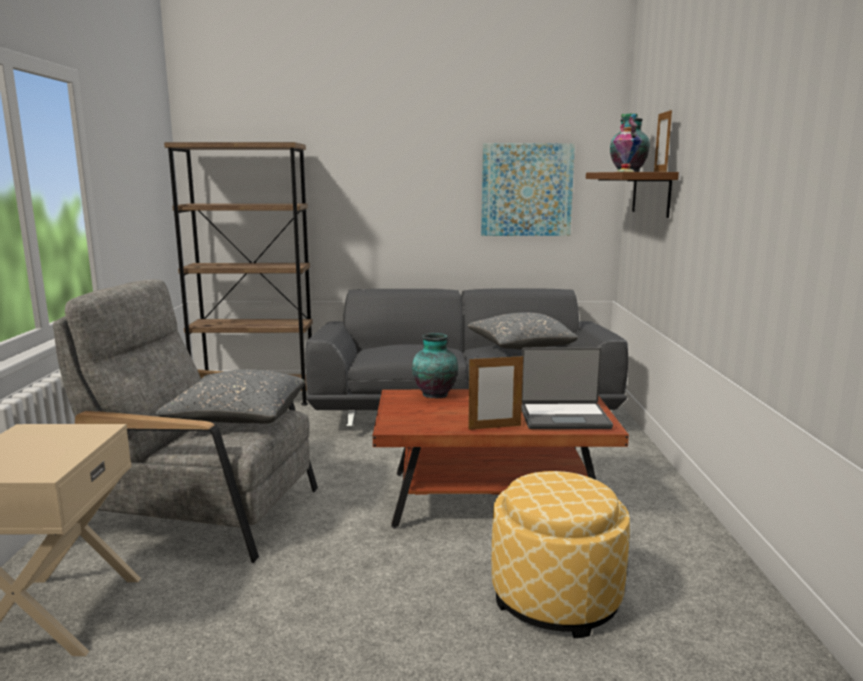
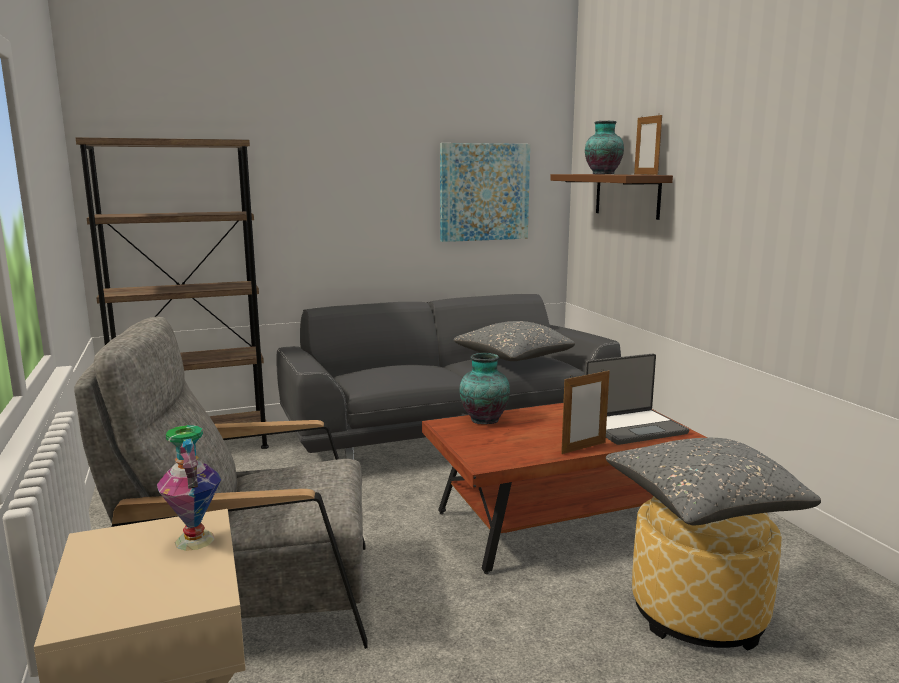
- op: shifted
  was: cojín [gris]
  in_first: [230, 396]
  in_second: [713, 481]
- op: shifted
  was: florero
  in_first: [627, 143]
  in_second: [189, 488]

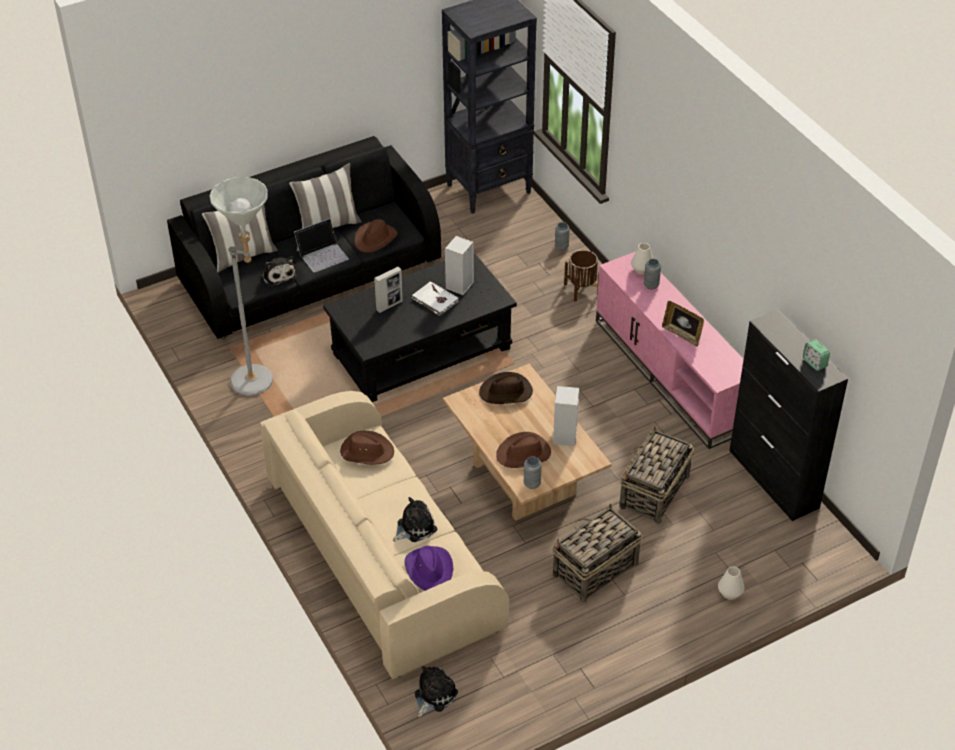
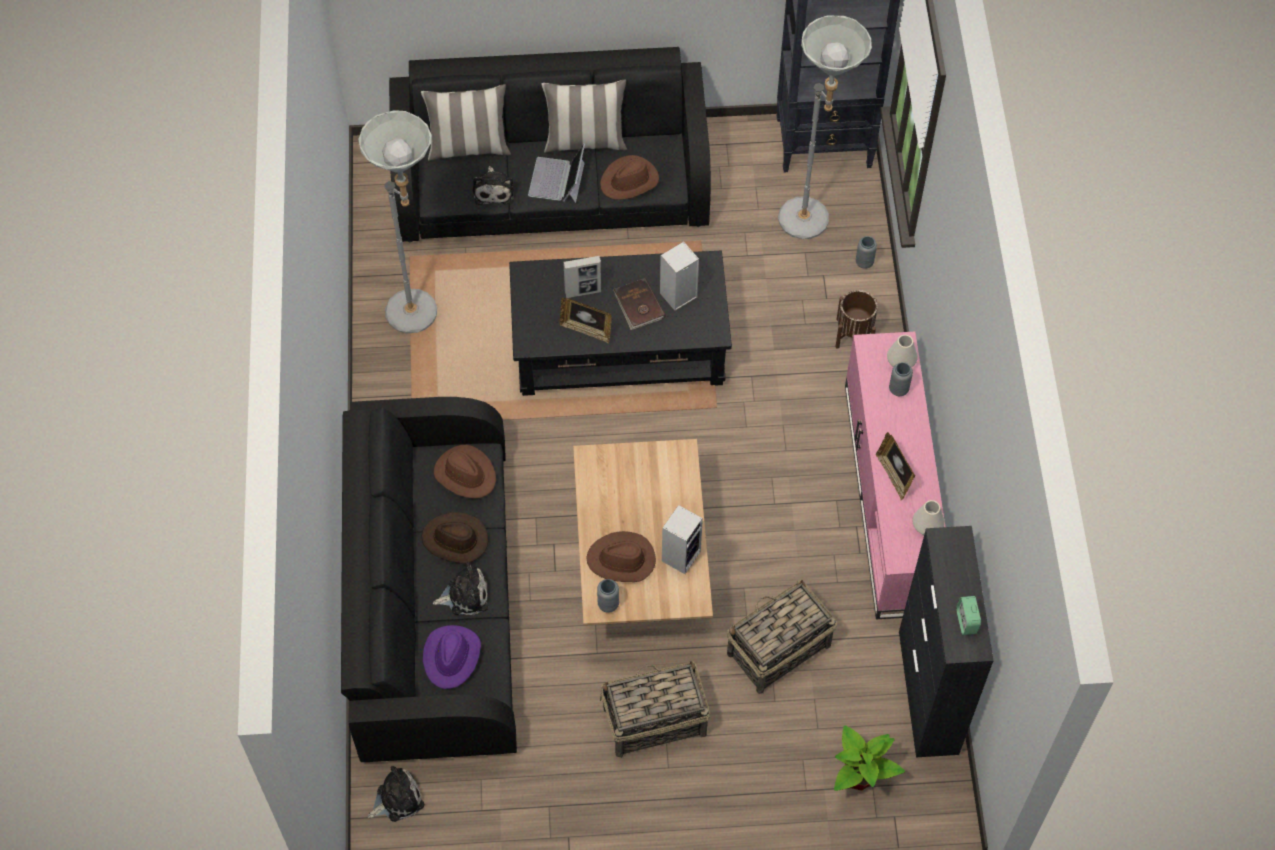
- op: new
  now: portarretratos
  in_second: [585, 321]
- op: new
  now: lámpara de pie [gris]
  in_second: [825, 127]
- op: new
  now: planta en maceta
  in_second: [869, 758]
- op: shifted
  was: sombrero [marrón]
  in_first: [506, 388]
  in_second: [455, 538]
- op: shifted
  was: florero [blanco]
  in_first: [731, 583]
  in_second: [929, 517]
- op: repainted
  was: sofá [beis]
  now: sofá [negro]
  in_first: [384, 535]
  in_second: [429, 579]
- op: repainted
  was: libro [blanco]
  now: libro [marrón]
  in_first: [435, 298]
  in_second: [639, 304]
- op: rotated
  was: portátil
  in_first: [321, 245]
  in_second: [556, 173]
  clockwise: 105

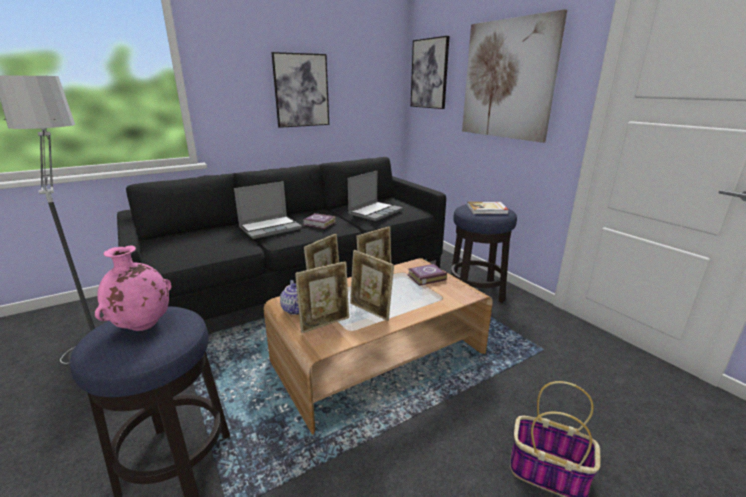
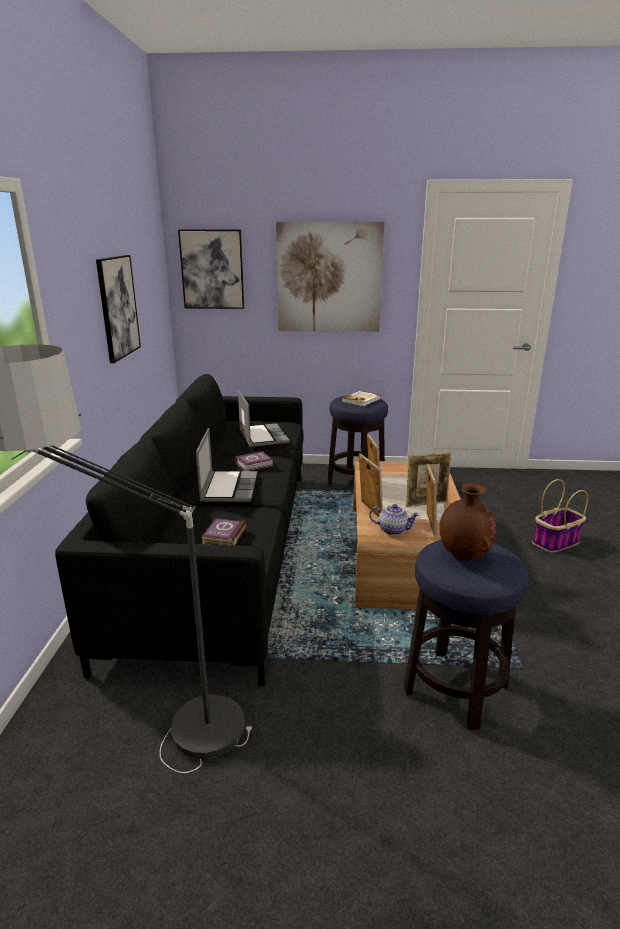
- op: shifted
  was: libro
  in_first: [427, 275]
  in_second: [223, 531]
- op: repainted
  was: florero [rosa]
  now: florero [marrón]
  in_first: [133, 288]
  in_second: [468, 522]

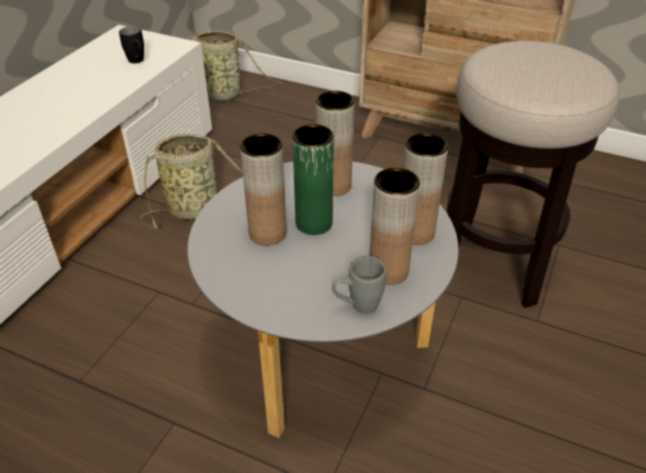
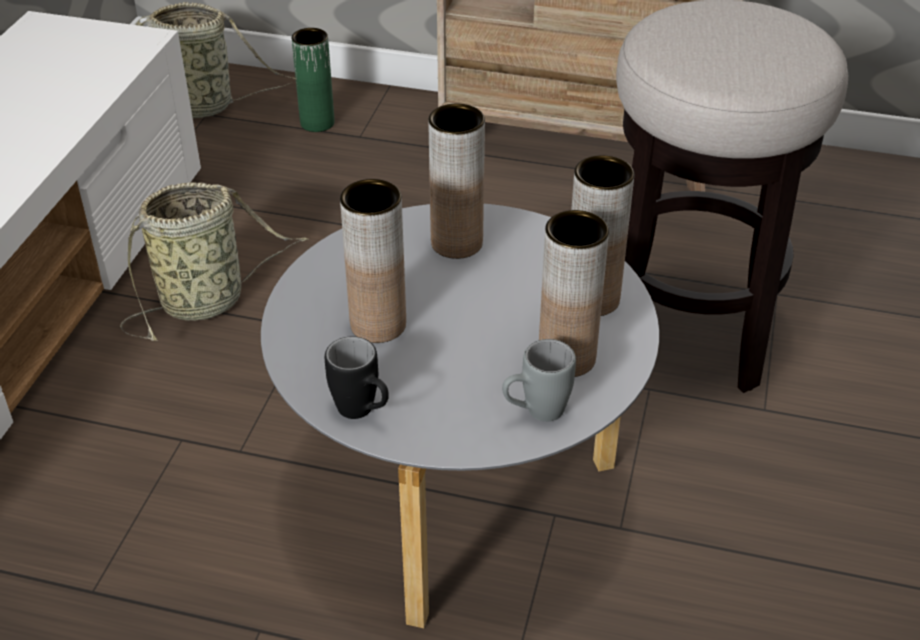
- op: shifted
  was: taza grande [negro]
  in_first: [131, 44]
  in_second: [357, 377]
- op: shifted
  was: florero [verde]
  in_first: [313, 179]
  in_second: [313, 80]

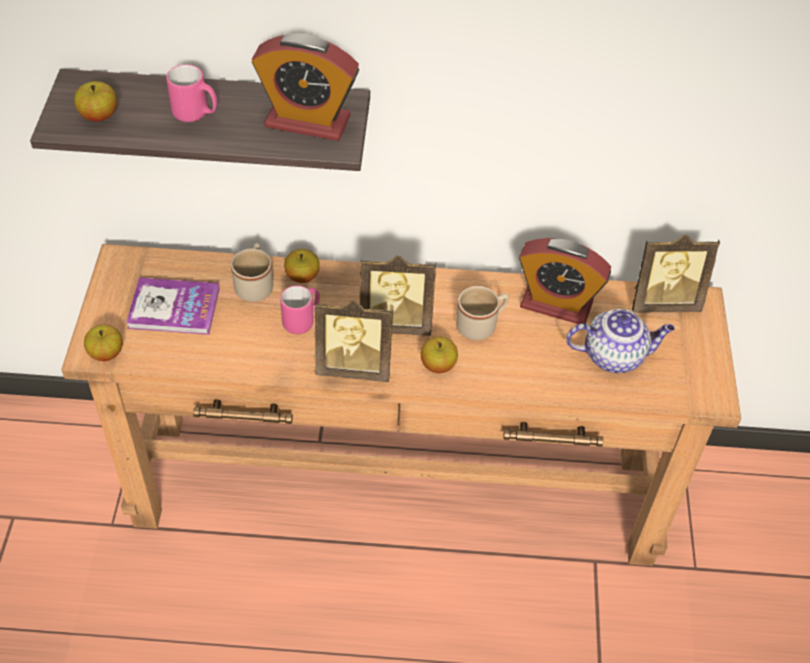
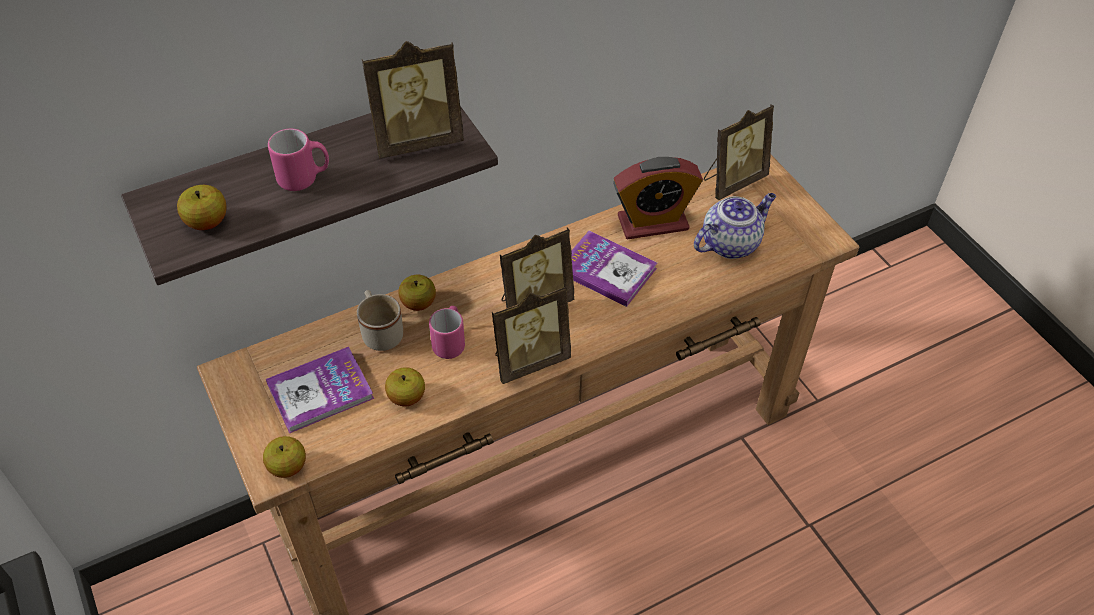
- op: shifted
  was: manzana
  in_first: [439, 355]
  in_second: [405, 386]
- op: swapped
  was: despertador
  now: portarretratos
  in_first: [305, 87]
  in_second: [413, 100]
- op: swapped
  was: taza grande [beis]
  now: libro
  in_first: [482, 313]
  in_second: [614, 269]

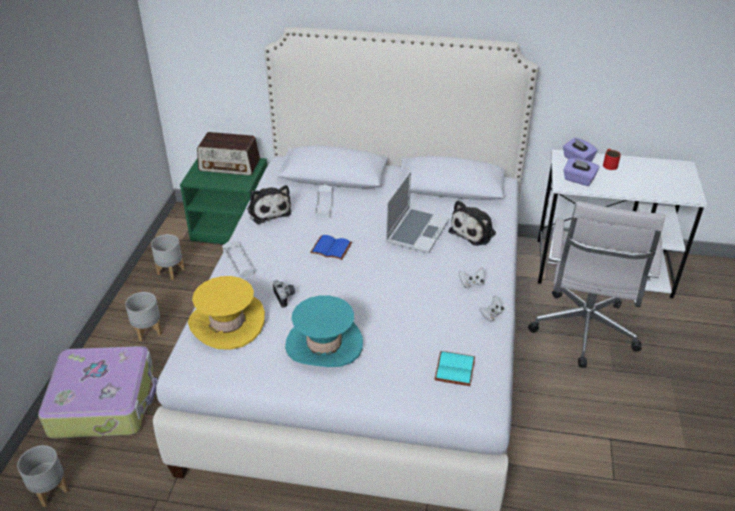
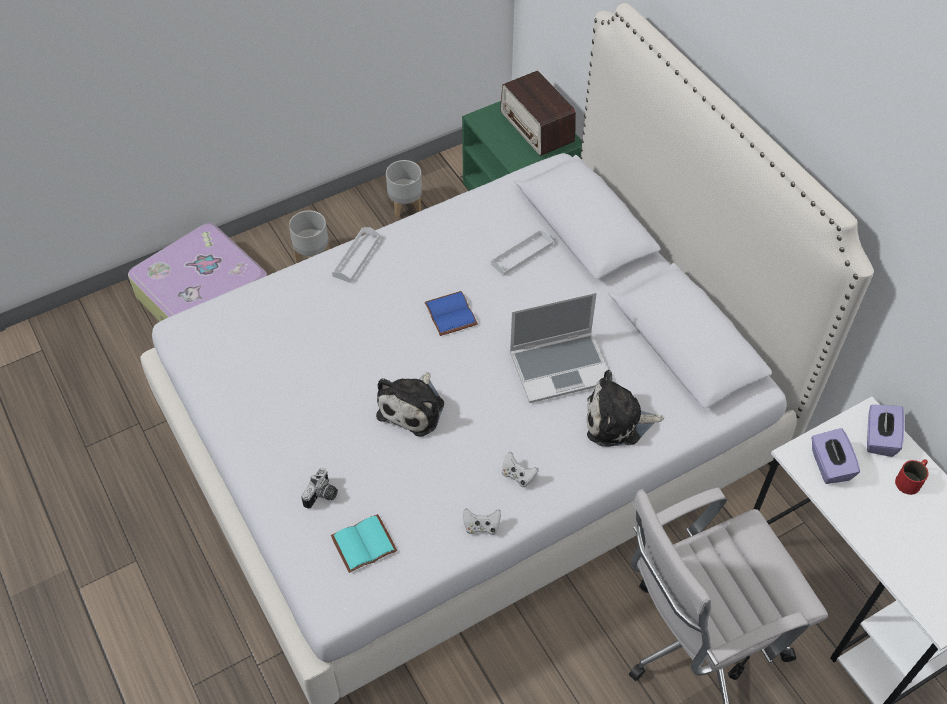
- op: gone
  was: maceta [gris]
  in_first: [43, 476]
- op: gone
  was: sombrero [amarillo]
  in_first: [226, 313]
- op: gone
  was: sombrero [turquesa]
  in_first: [324, 331]
- op: shifted
  was: peluche
  in_first: [269, 204]
  in_second: [410, 404]
- op: shifted
  was: cámara
  in_first: [284, 294]
  in_second: [319, 488]

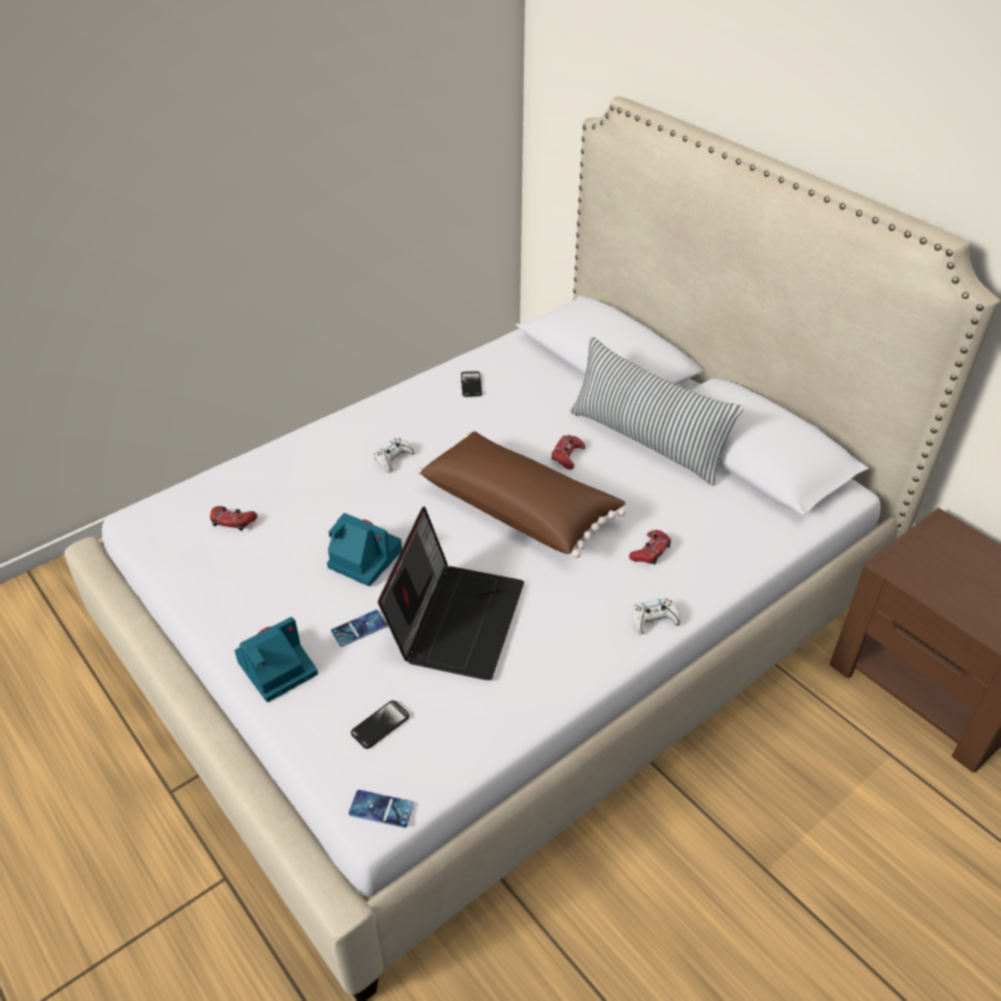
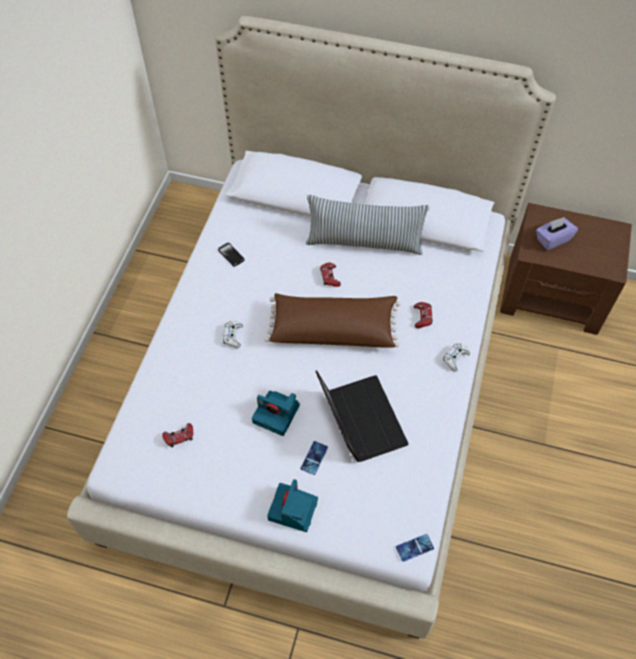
- op: gone
  was: móvil
  in_first: [380, 724]
- op: new
  now: caja de pañuelos [morado]
  in_second: [557, 233]
- op: rotated
  was: cámara
  in_first: [364, 549]
  in_second: [276, 413]
  clockwise: -150

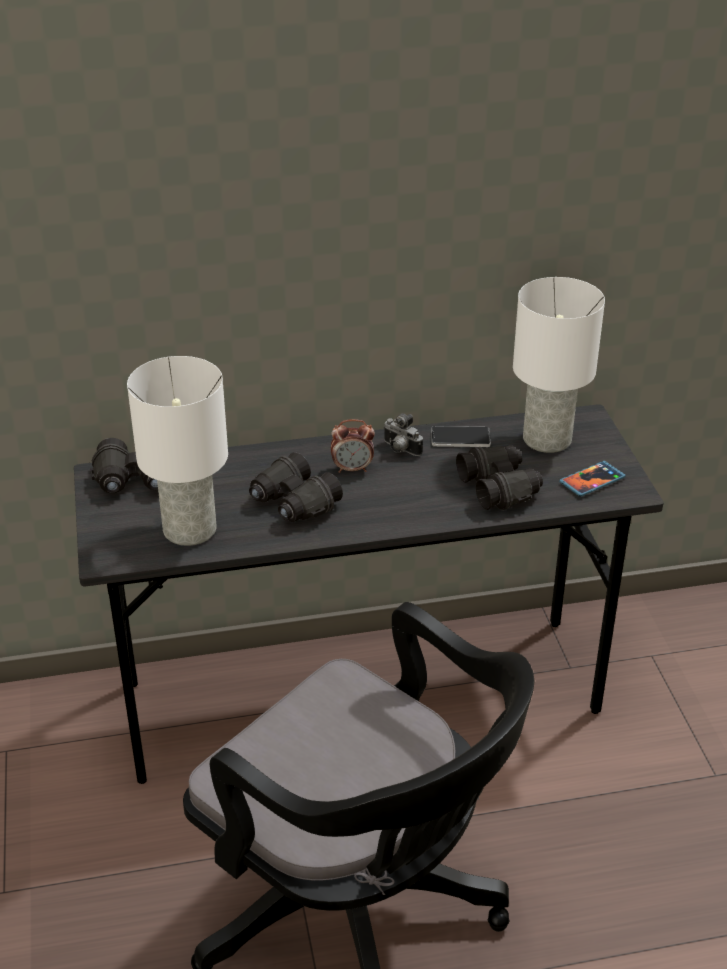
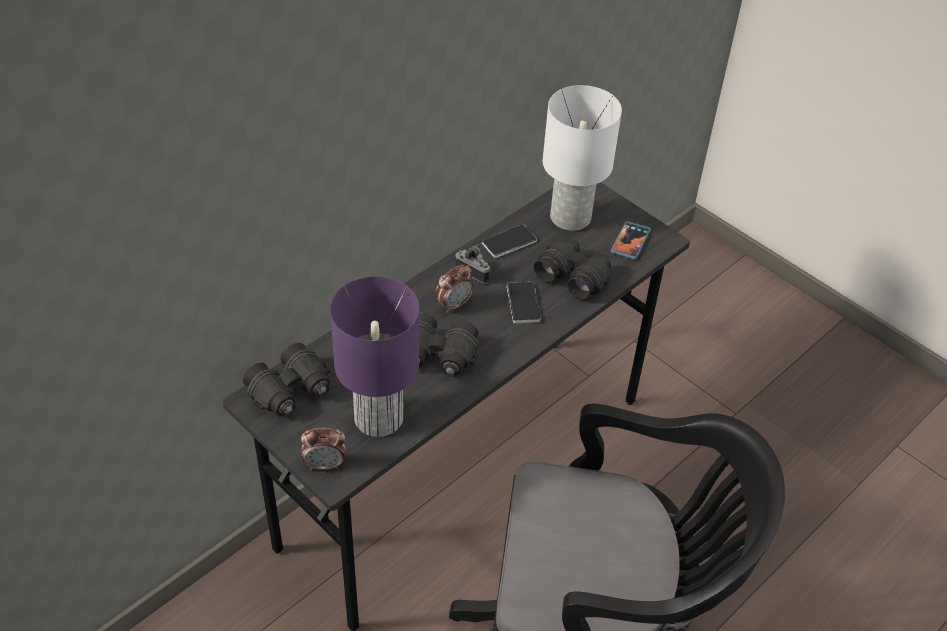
- op: new
  now: despertador
  in_second: [323, 449]
- op: new
  now: móvil
  in_second: [523, 302]
- op: repainted
  was: lámpara de mesa [blanco]
  now: lámpara de mesa [morado]
  in_first: [177, 451]
  in_second: [374, 356]
- op: rotated
  was: cámara
  in_first: [403, 434]
  in_second: [473, 264]
  clockwise: -150

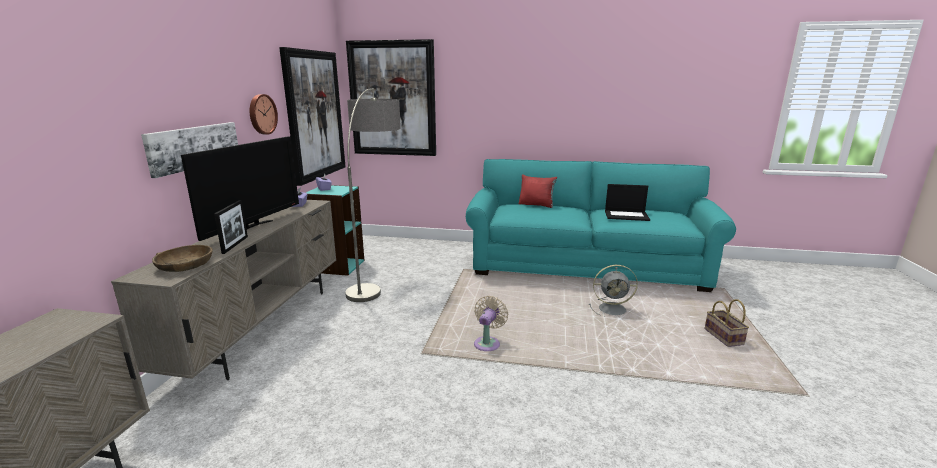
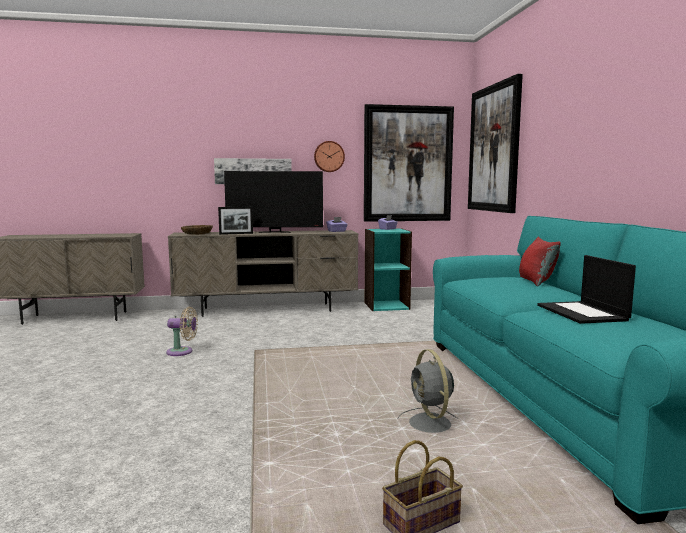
- op: gone
  was: lámpara de pie
  in_first: [373, 195]
- op: shifted
  was: ventilador [beis]
  in_first: [491, 323]
  in_second: [182, 331]

